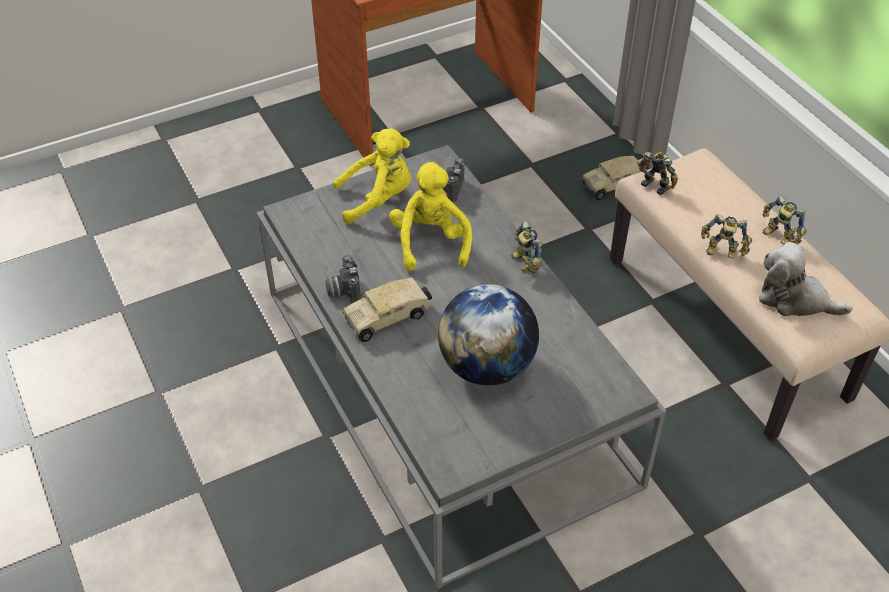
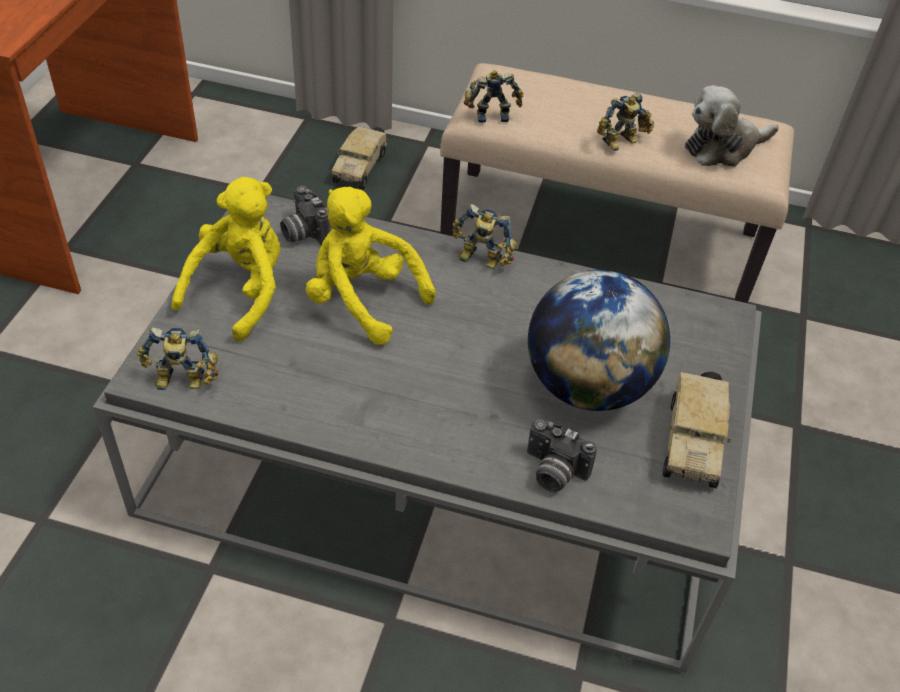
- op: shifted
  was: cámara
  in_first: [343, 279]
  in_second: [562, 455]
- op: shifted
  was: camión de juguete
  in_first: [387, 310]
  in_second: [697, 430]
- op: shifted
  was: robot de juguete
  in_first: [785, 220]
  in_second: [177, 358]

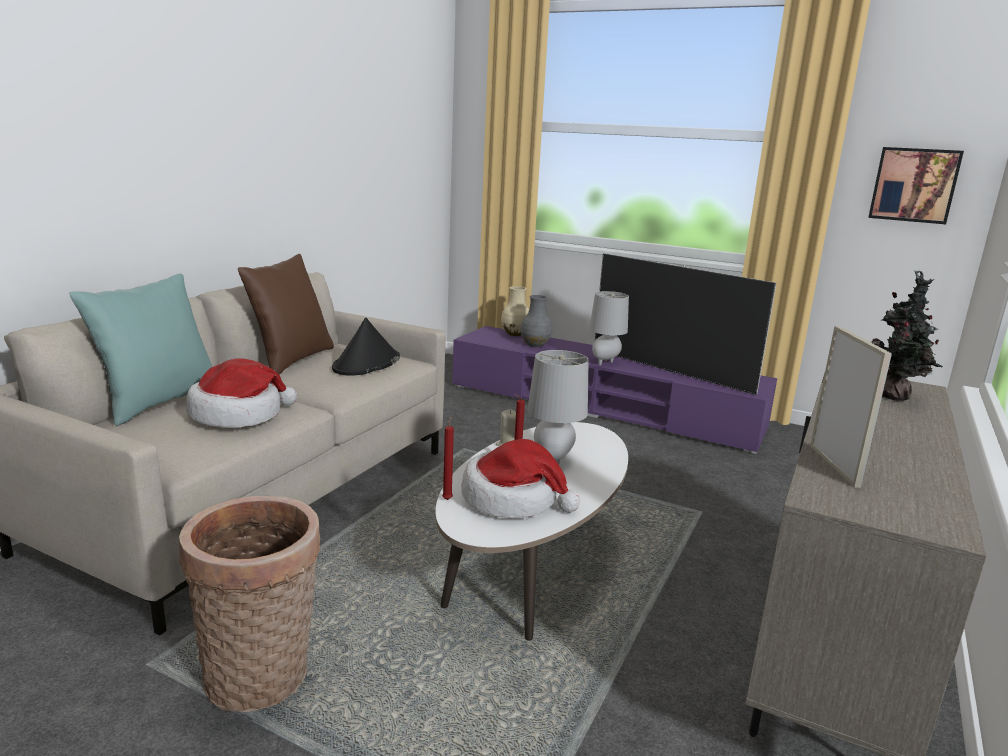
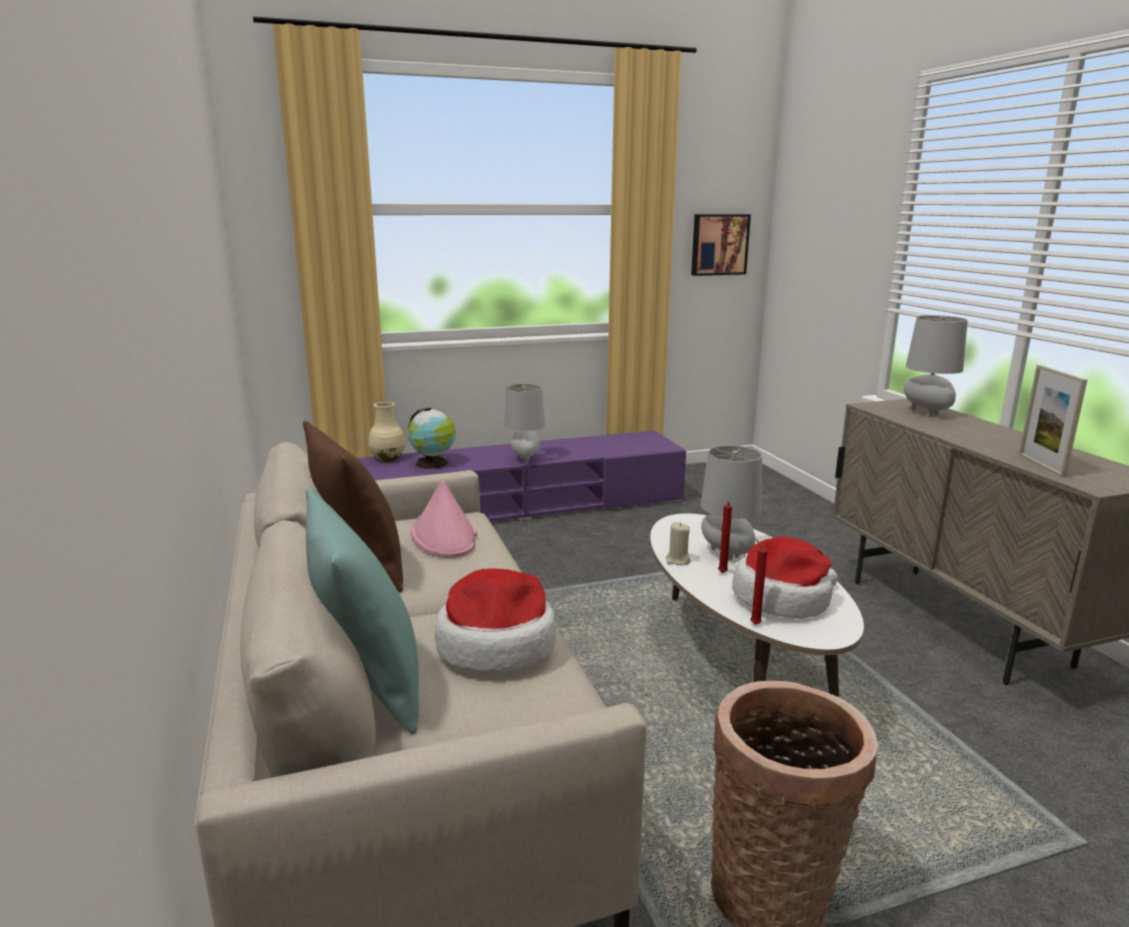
- op: gone
  was: televisor
  in_first: [685, 324]
- op: swapped
  was: florero [gris]
  now: globo terráqueo
  in_first: [536, 321]
  in_second: [432, 438]
- op: swapped
  was: planta en maceta
  now: lámpara de mesa [gris]
  in_first: [907, 335]
  in_second: [936, 365]
- op: repainted
  was: sombrero [negro]
  now: sombrero [rosa]
  in_first: [366, 347]
  in_second: [444, 518]
- op: rotated
  was: portarretratos
  in_first: [851, 407]
  in_second: [1053, 421]
  clockwise: -135

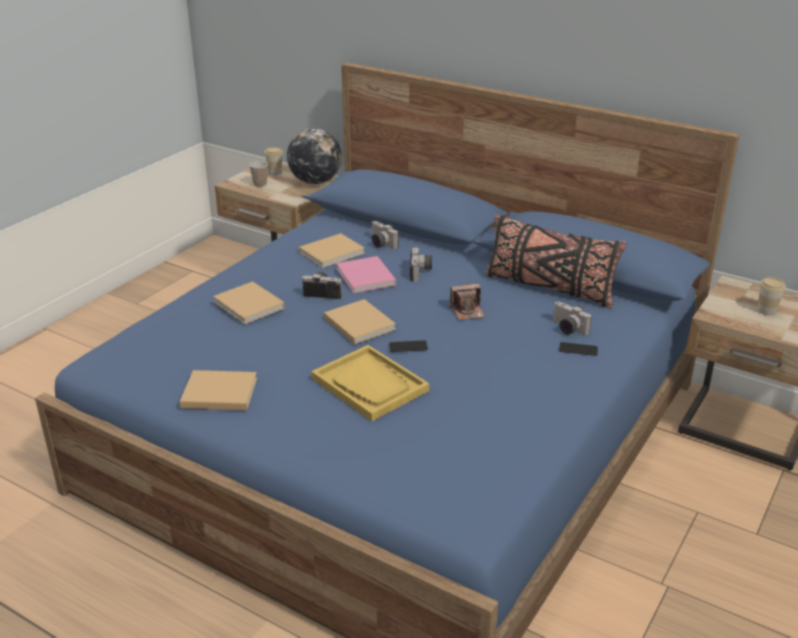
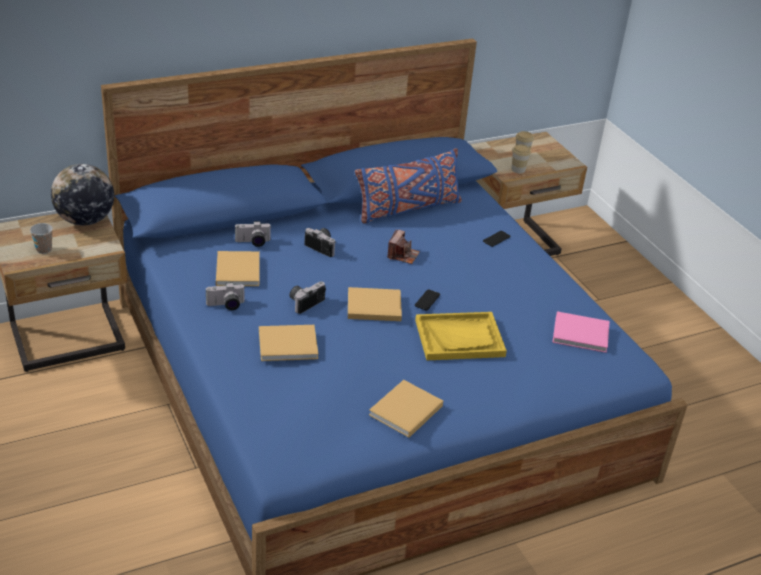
- op: shifted
  was: taza
  in_first: [273, 161]
  in_second: [521, 158]
- op: shifted
  was: libro [rosa]
  in_first: [366, 274]
  in_second: [581, 332]
- op: shifted
  was: cámara
  in_first: [572, 318]
  in_second: [225, 296]
- op: repainted
  was: cojín [negro]
  now: cojín [azul]
  in_first: [556, 261]
  in_second: [408, 185]

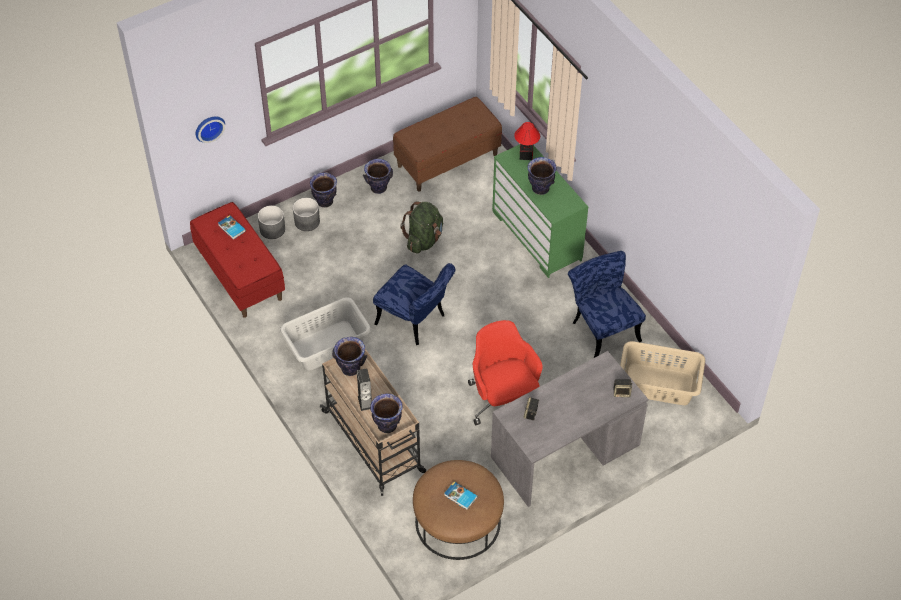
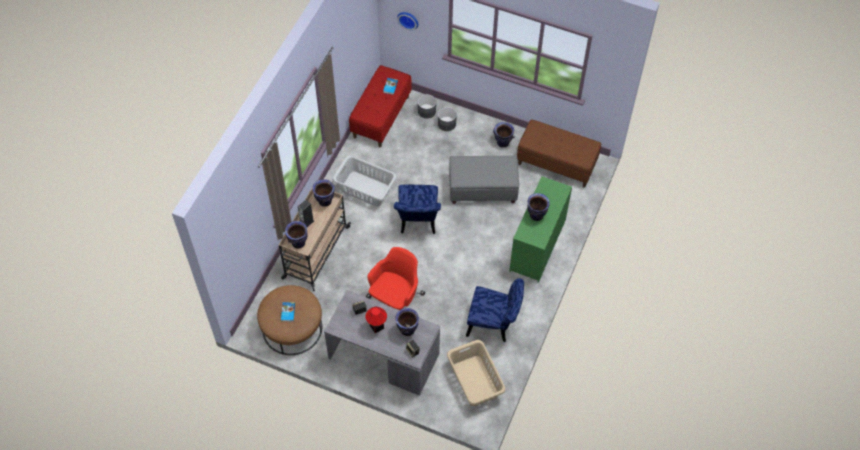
- op: shifted
  was: florero
  in_first: [323, 190]
  in_second: [407, 322]
- op: shifted
  was: lámpara de mesa
  in_first: [527, 141]
  in_second: [376, 320]
- op: swapped
  was: mochila [verde]
  now: puf [gris]
  in_first: [421, 228]
  in_second: [484, 180]
- op: rotated
  was: silla [azul]
  in_first: [607, 304]
  in_second: [495, 310]
  clockwise: 75

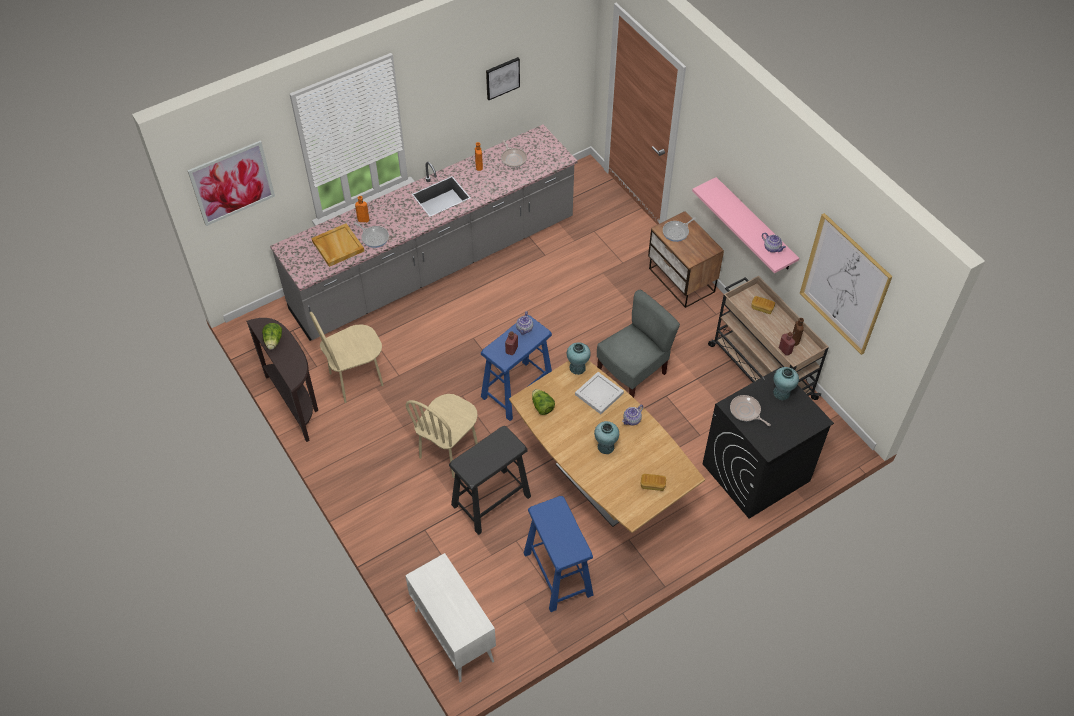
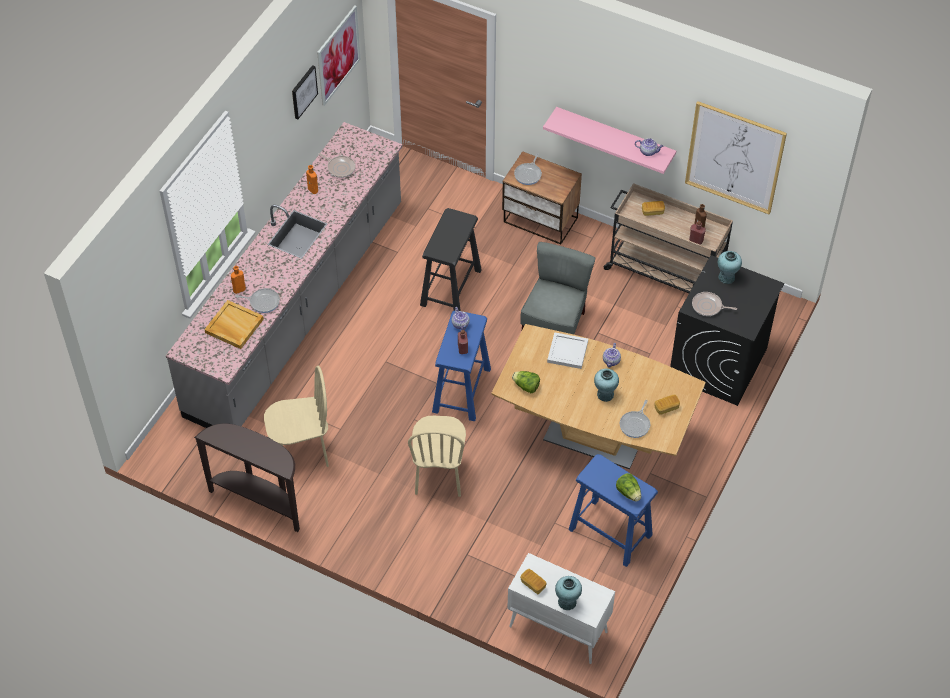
- op: new
  now: pan
  in_second: [533, 581]
- op: new
  now: sartén
  in_second: [634, 419]
- op: shifted
  was: cuadro
  in_first: [231, 183]
  in_second: [339, 55]
- op: shifted
  was: lechuga
  in_first: [272, 336]
  in_second: [628, 487]
- op: shifted
  was: taburete [negro]
  in_first: [490, 480]
  in_second: [451, 259]
- op: shifted
  was: florero [turquesa]
  in_first: [579, 358]
  in_second: [568, 593]
- op: rotated
  was: silla [beis]
  in_first: [347, 357]
  in_second: [296, 416]
  clockwise: -135

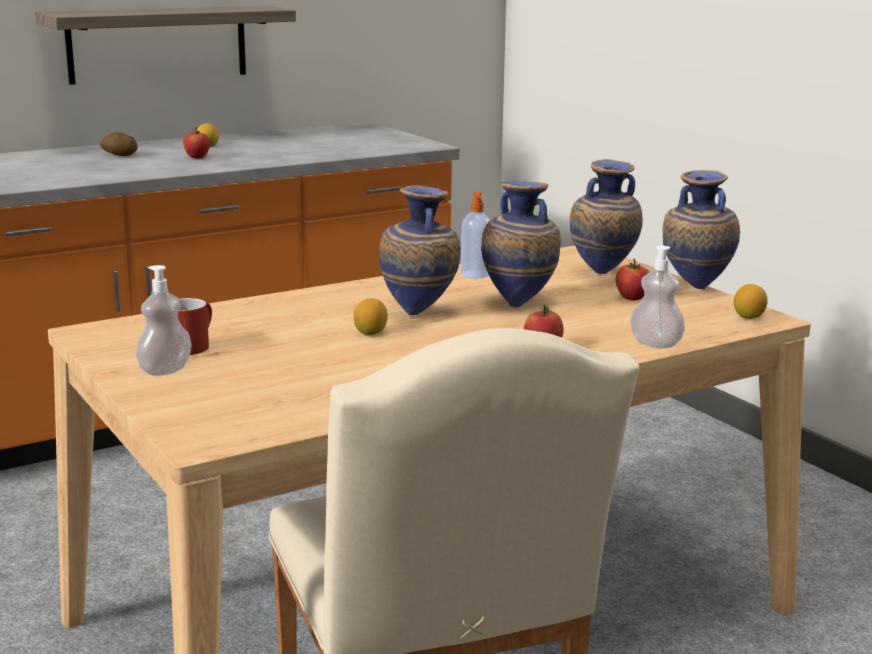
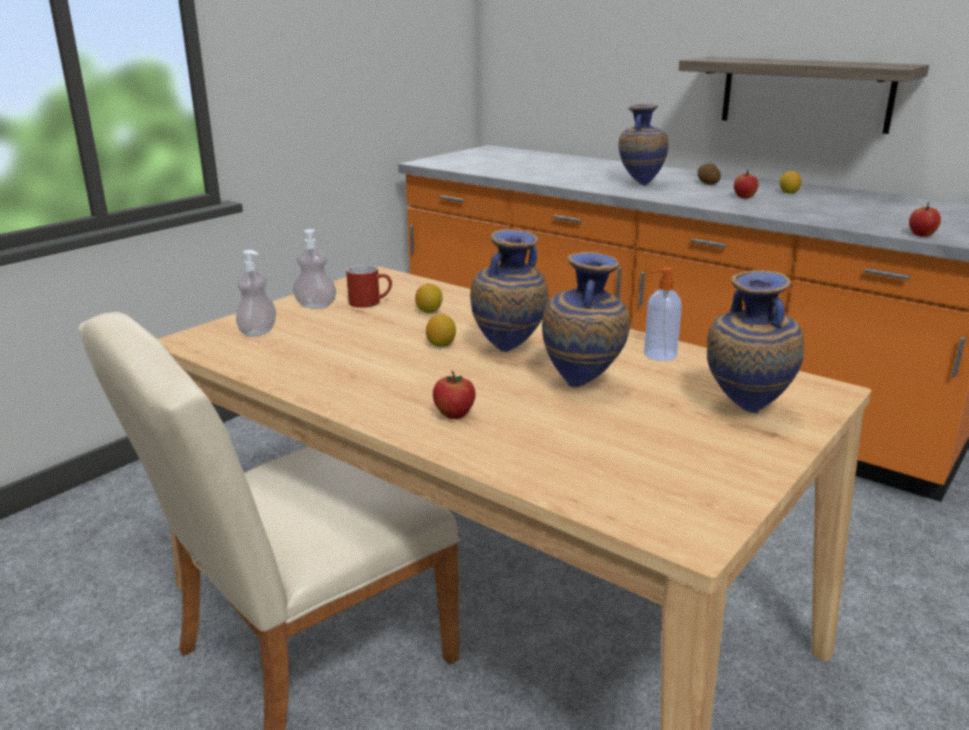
- op: shifted
  was: manzana
  in_first: [633, 279]
  in_second: [925, 219]
- op: shifted
  was: dispensador de jabón
  in_first: [657, 297]
  in_second: [256, 293]
- op: shifted
  was: florero
  in_first: [701, 229]
  in_second: [643, 145]
- op: shifted
  was: limón
  in_first: [751, 301]
  in_second: [428, 298]

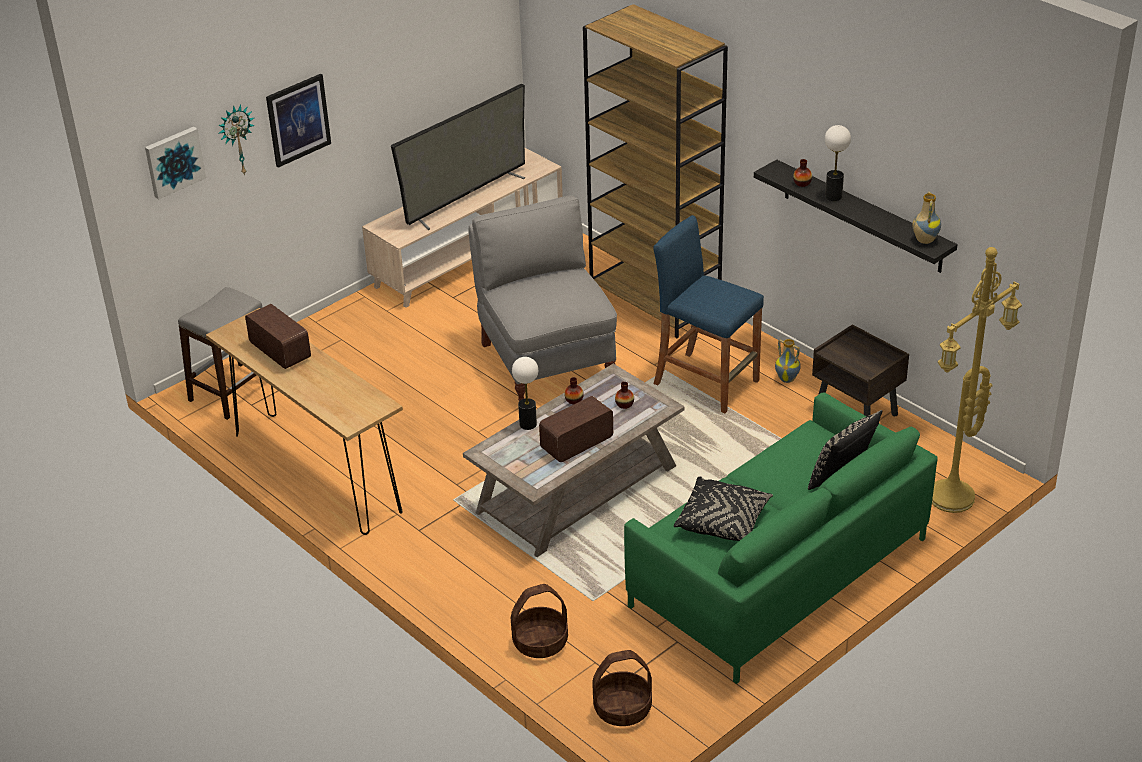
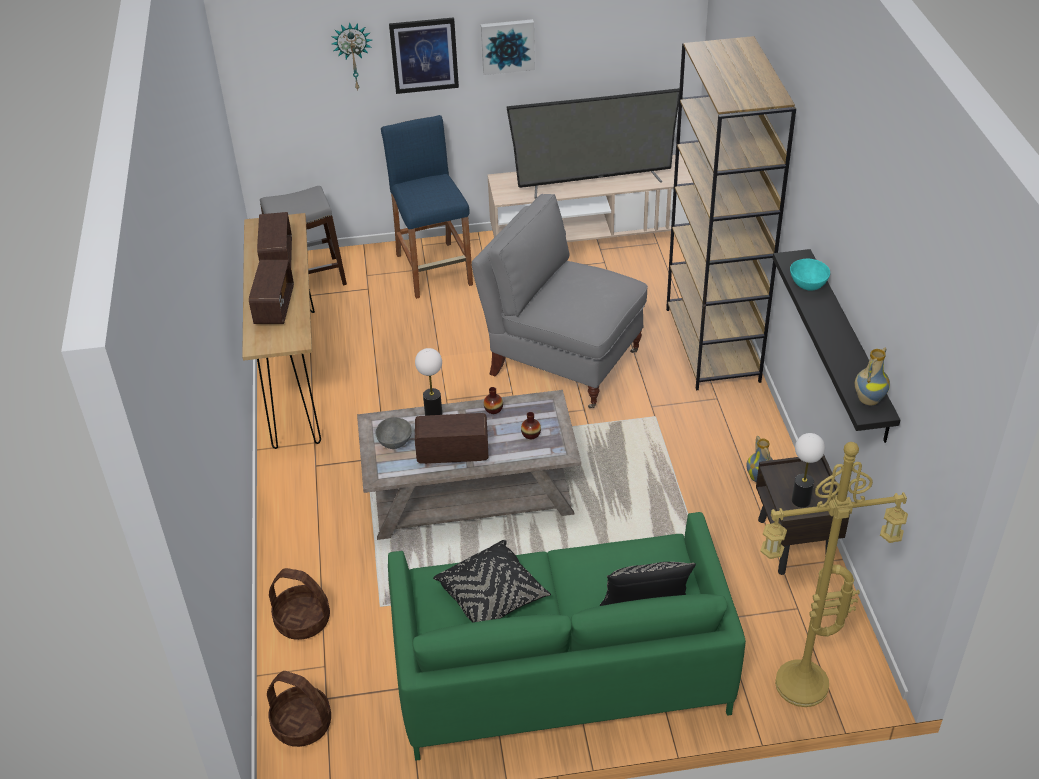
- op: new
  now: radio
  in_second: [271, 292]
- op: new
  now: cuenco [gris]
  in_second: [393, 433]
- op: shifted
  was: cuadro
  in_first: [175, 163]
  in_second: [508, 47]
- op: shifted
  was: taburete [azul]
  in_first: [708, 314]
  in_second: [427, 207]
- op: shifted
  was: lámpara de mesa
  in_first: [838, 163]
  in_second: [808, 470]
- op: swapped
  was: florero
  now: cuenco [turquesa]
  in_first: [802, 173]
  in_second: [810, 274]
- op: rotated
  was: sillón [gris]
  in_first: [543, 298]
  in_second: [560, 301]
  clockwise: -75

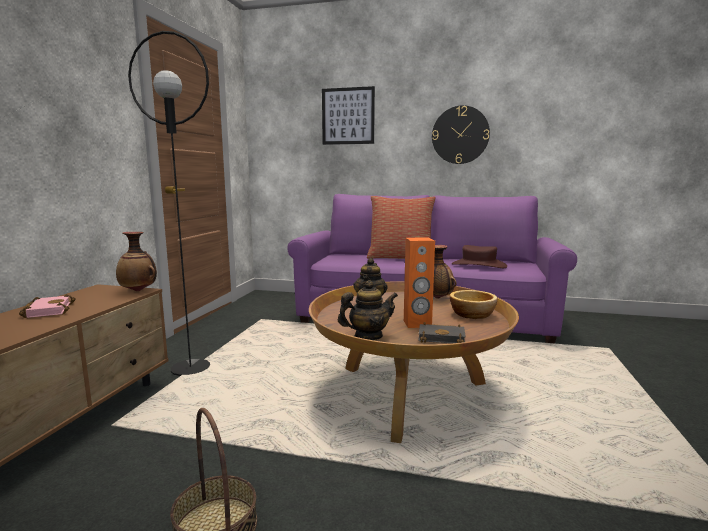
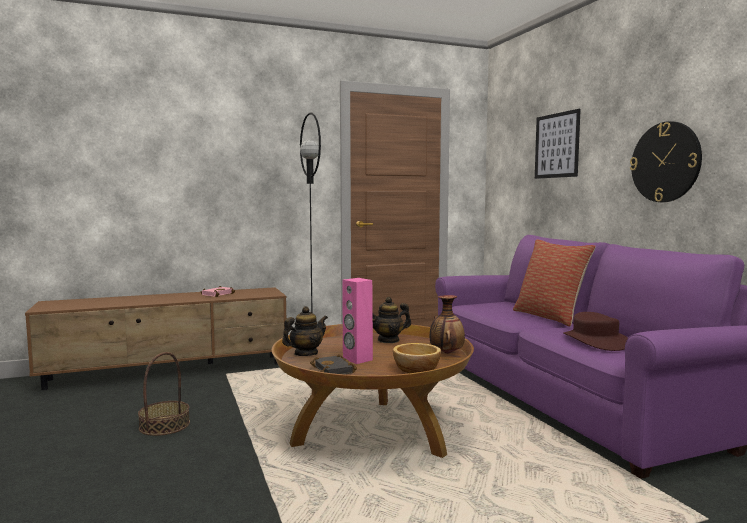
- op: gone
  was: florero
  in_first: [136, 262]
- op: repainted
  was: altavoz [naranja]
  now: altavoz [rosa]
  in_first: [419, 282]
  in_second: [357, 321]
- op: rotated
  was: tetera
  in_first: [368, 310]
  in_second: [305, 331]
  clockwise: -75

